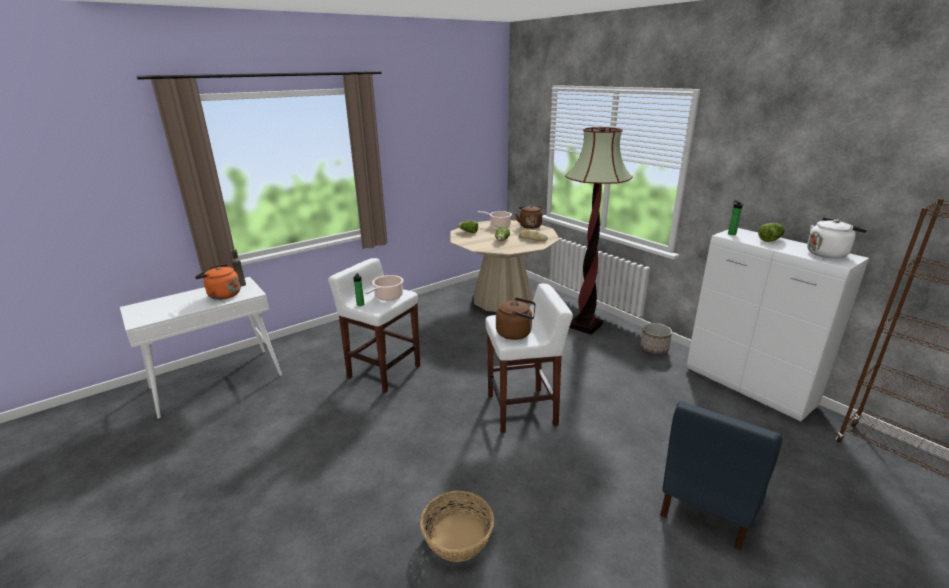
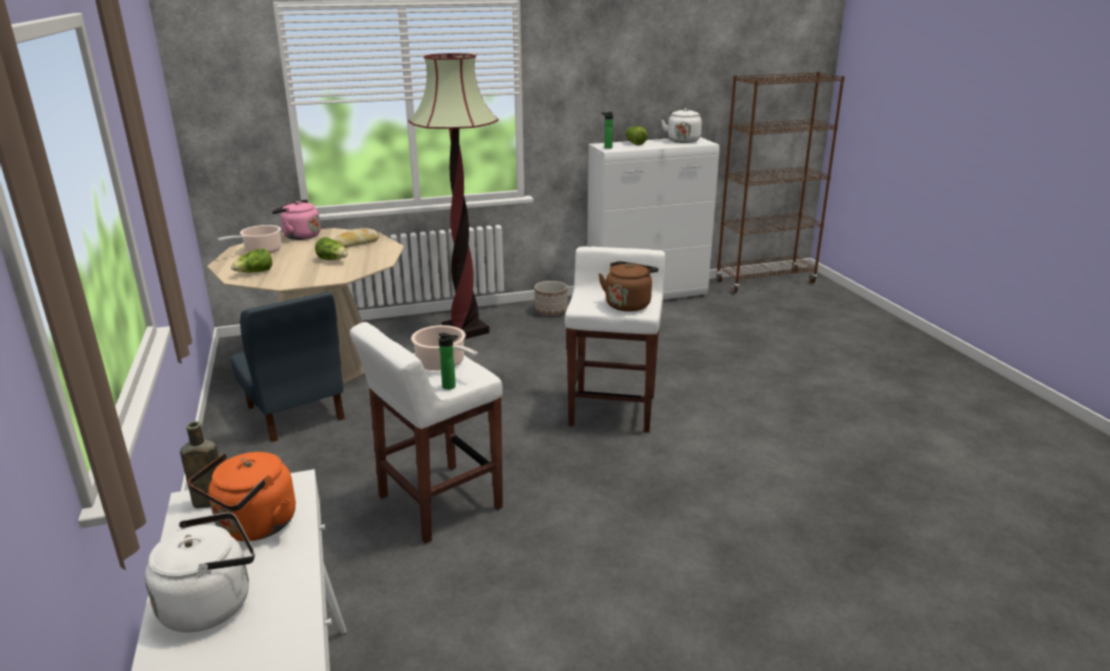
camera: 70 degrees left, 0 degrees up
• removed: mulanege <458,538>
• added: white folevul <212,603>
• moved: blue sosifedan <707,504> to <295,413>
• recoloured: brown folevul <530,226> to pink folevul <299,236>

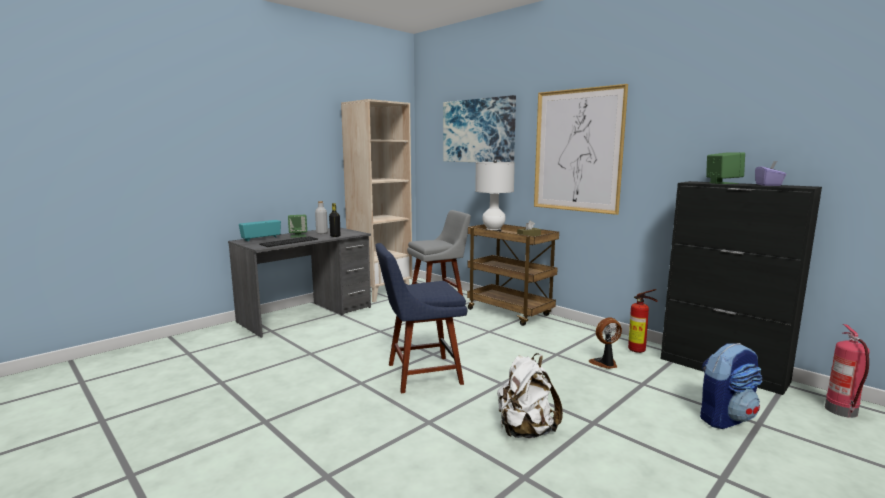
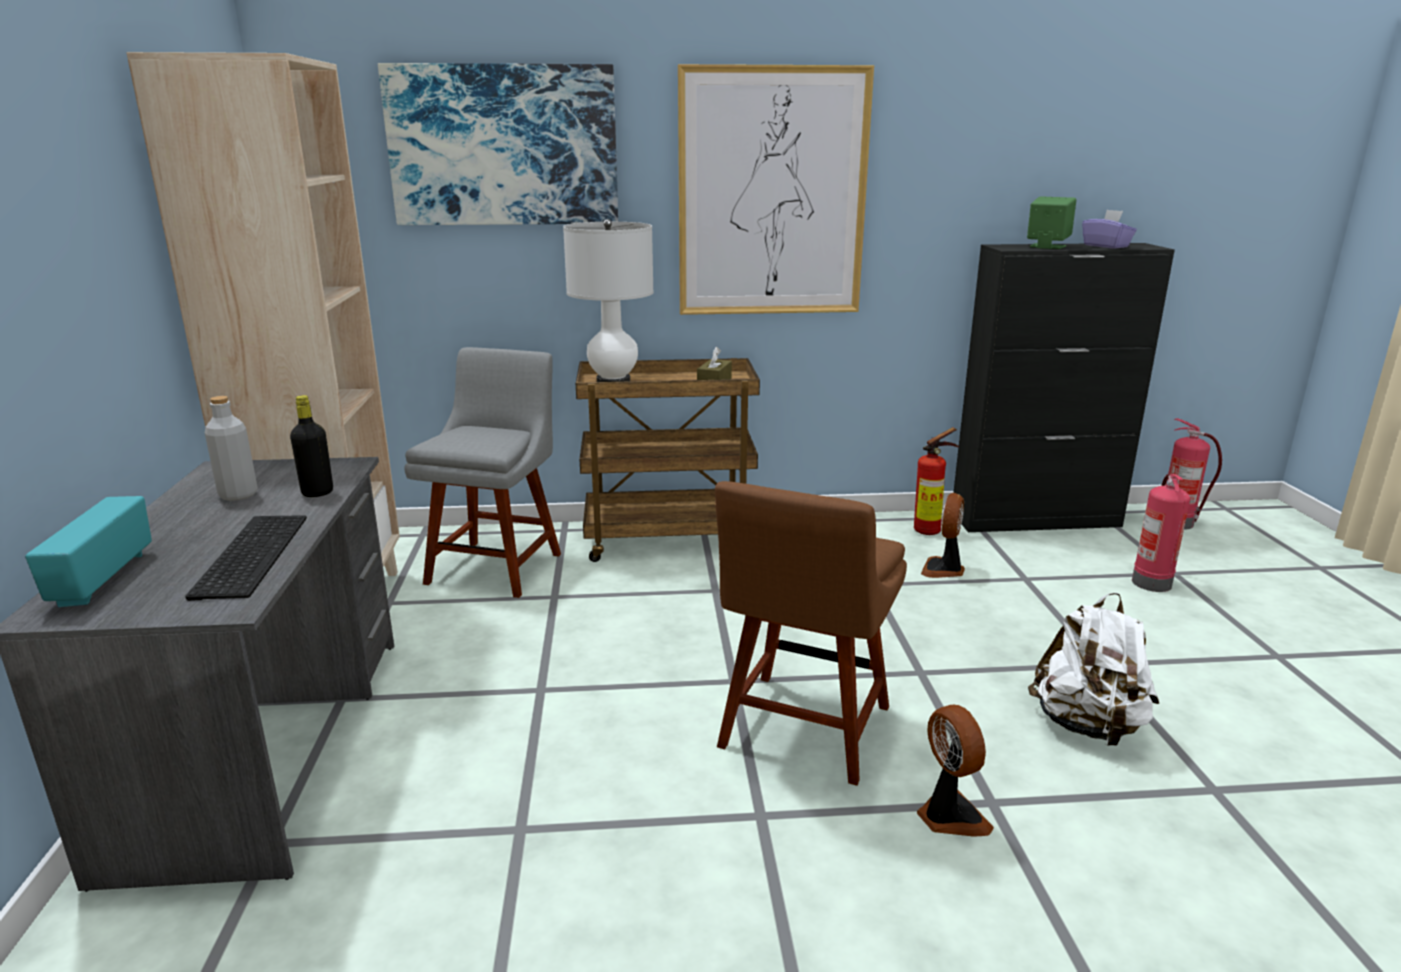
camera: 50 degrees left, 10 degrees up
• removed: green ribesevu <298,236>
• added: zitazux <949,816>
• replaced: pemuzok <725,418> to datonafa <1150,582>
• recoloured: blue sosifedan <420,374> to brown sosifedan <802,732>

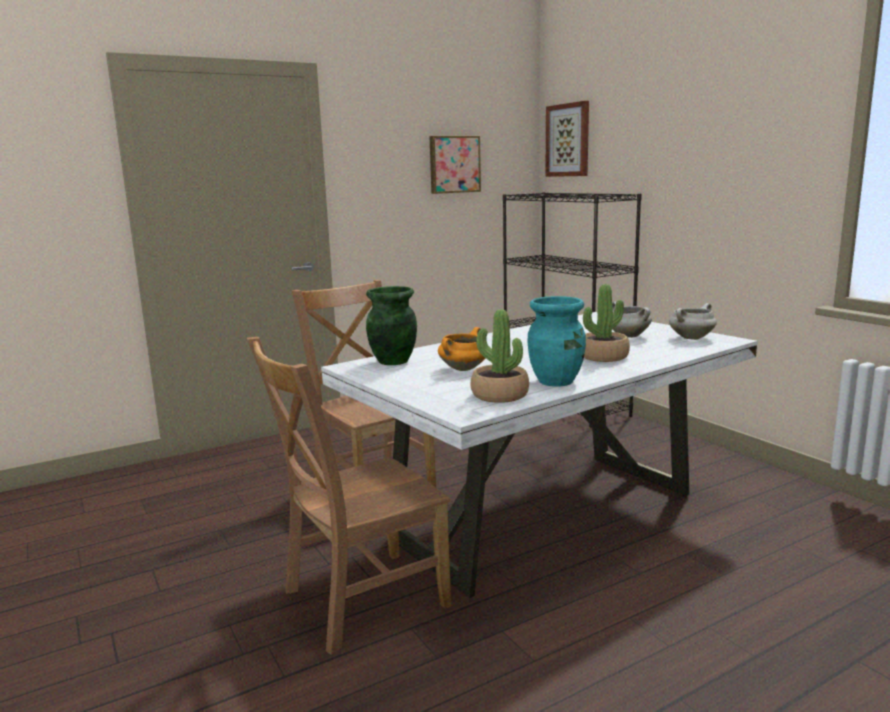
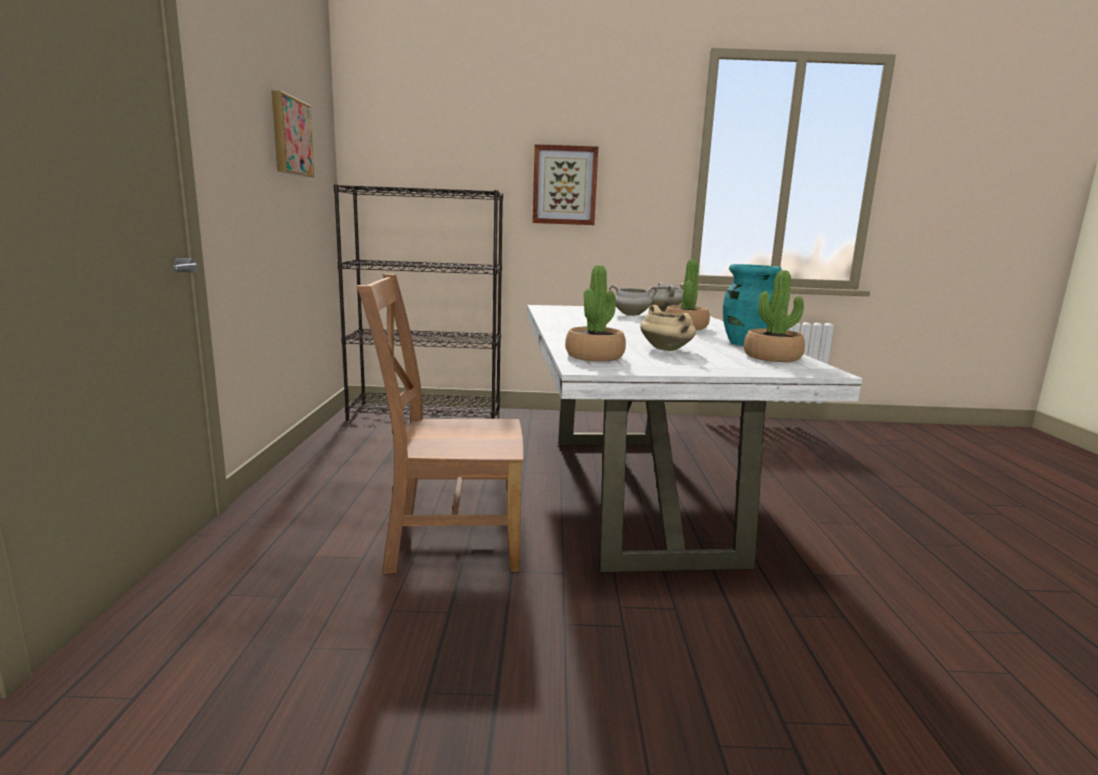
camera: 60 degrees left, 0 degrees up
• removed: brown sosifedan <359,600>
• moved: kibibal <568,140> to <564,185>
• replaced: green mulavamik <393,361> to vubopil <594,356>
• recoloured: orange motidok <463,369> to beige motidok <667,349>

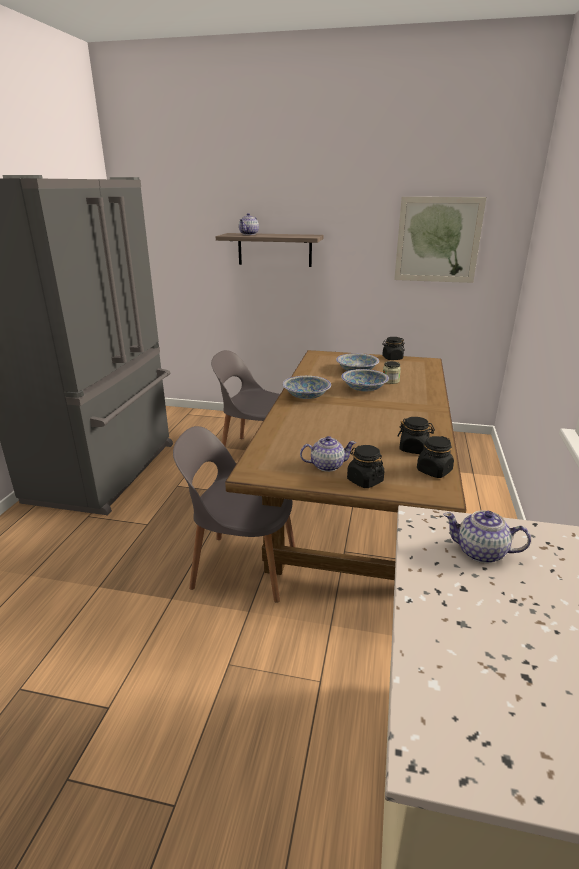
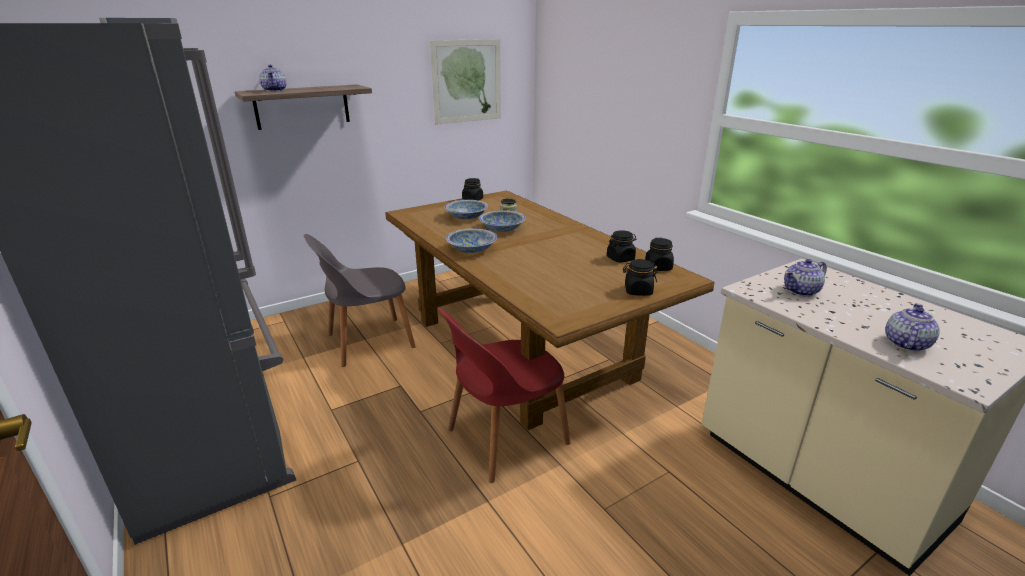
camera: 45 degrees left, 0 degrees up
• moved: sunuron <326,465> to <905,344>
• recoloured: grey sosifedan <241,567> to red sosifedan <504,438>

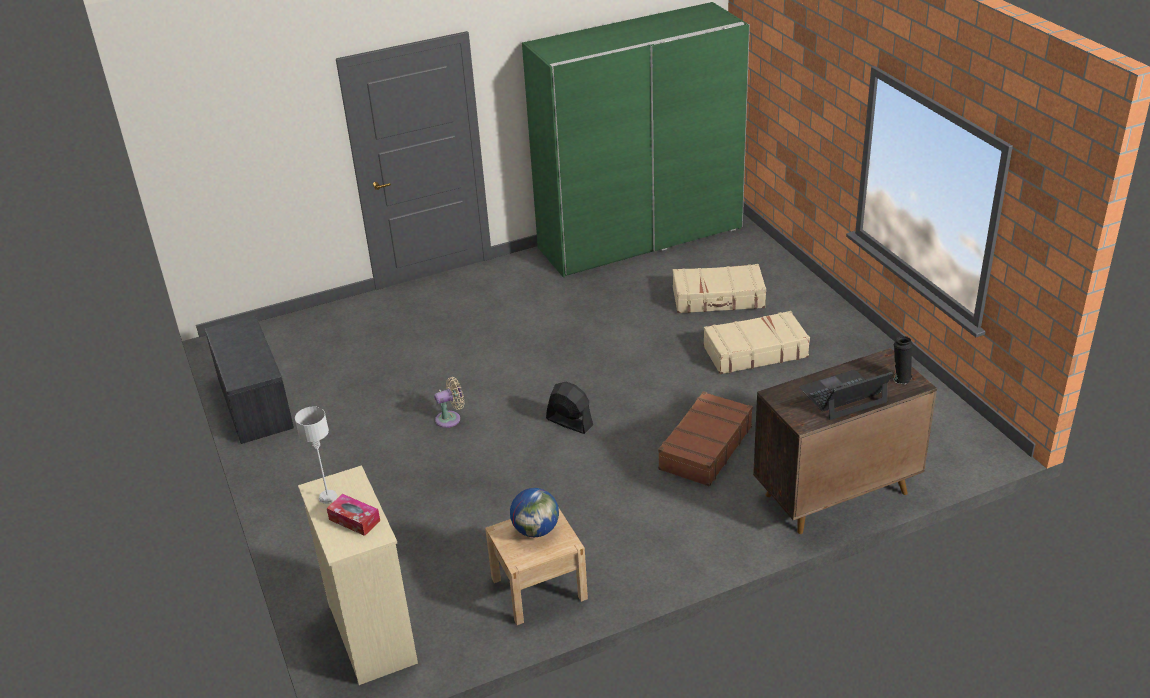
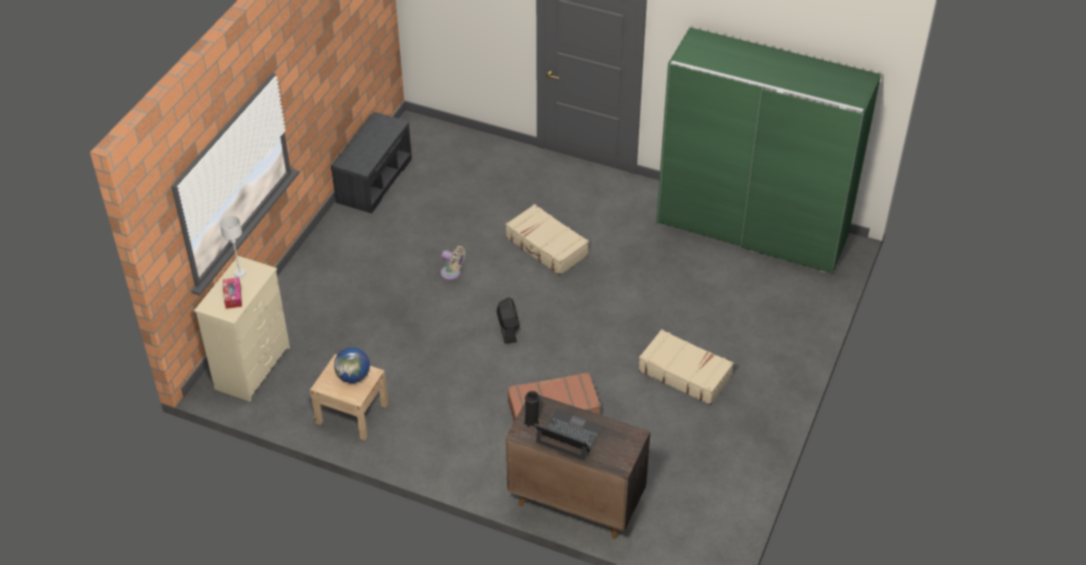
camera: 45 degrees right, 10 degrees up
• moved: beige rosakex <718,298> to <546,247>
• moved: black mulavamik <900,378> to <531,420>

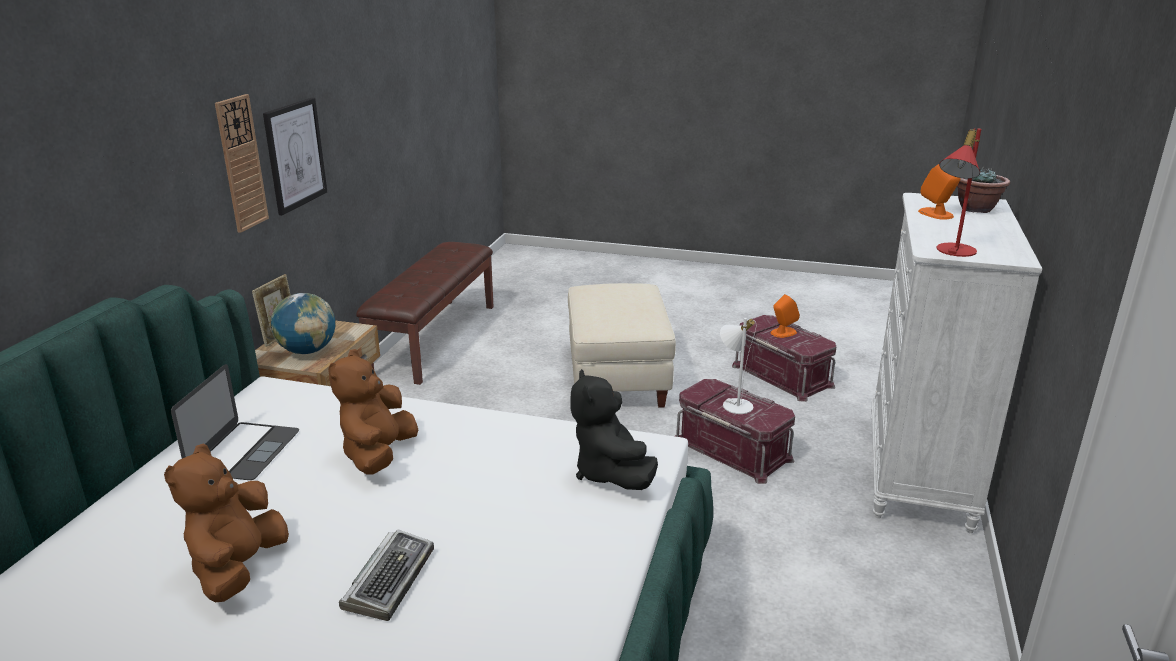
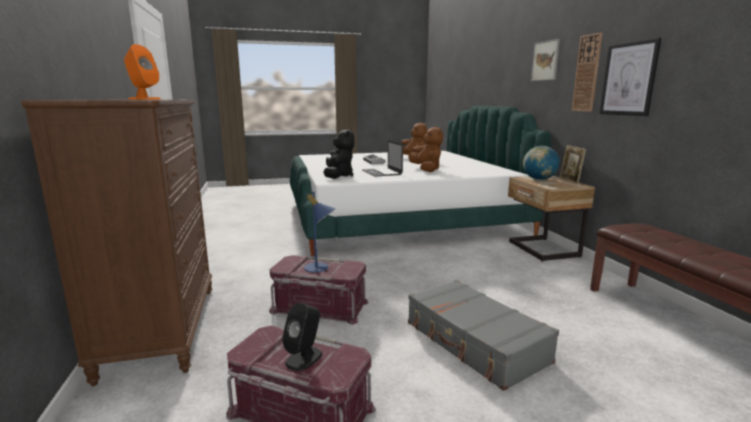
camera: 150 degrees right, 10 degrees down
• removed: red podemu <951,251>
• removed: vubopil <976,209>
• added: kibibal <545,61>
• moved: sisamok <244,451> to <381,172>
• replaced: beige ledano <616,377> to grey rosakex <474,342>
• recoloured: white podemu <734,403> to blue podemu <320,268>
• recoloured: orange ribesevu <783,332> to black ribesevu <304,358>
• recoloured: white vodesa <918,472> to brown vodesa <161,330>
• turned: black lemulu <610,473> = <338,176> 45 degrees clockwise

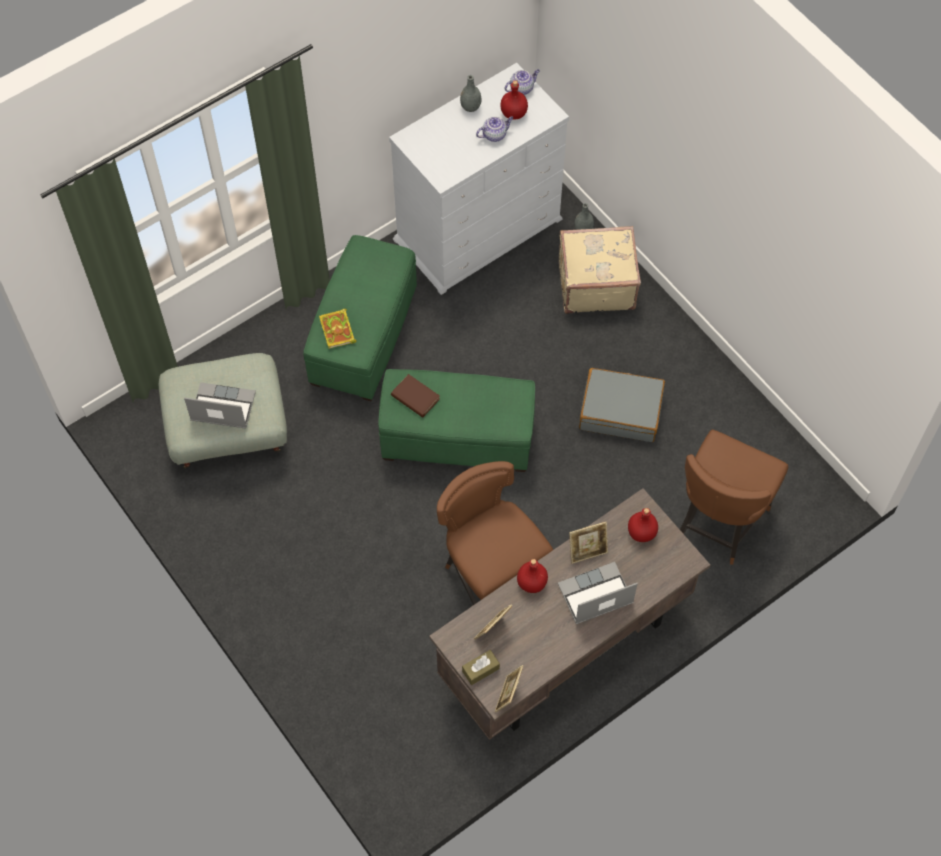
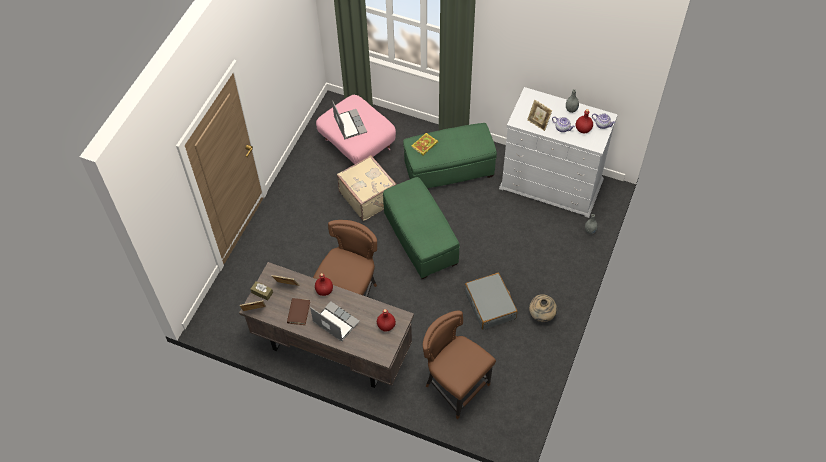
camera: 60 degrees right, 5 degrees down
• added: beige mulavamik <541,316>
• moved: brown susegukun <415,397> to <298,312>
• moved: beige rosakex <595,283> to <368,197>
• moved: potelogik <587,551> to <538,123>
• recoloured: grey ledano <228,431> to pink ledano <356,145>
• turned: brown sosifedan <718,522> = <455,386> 45 degrees clockwise

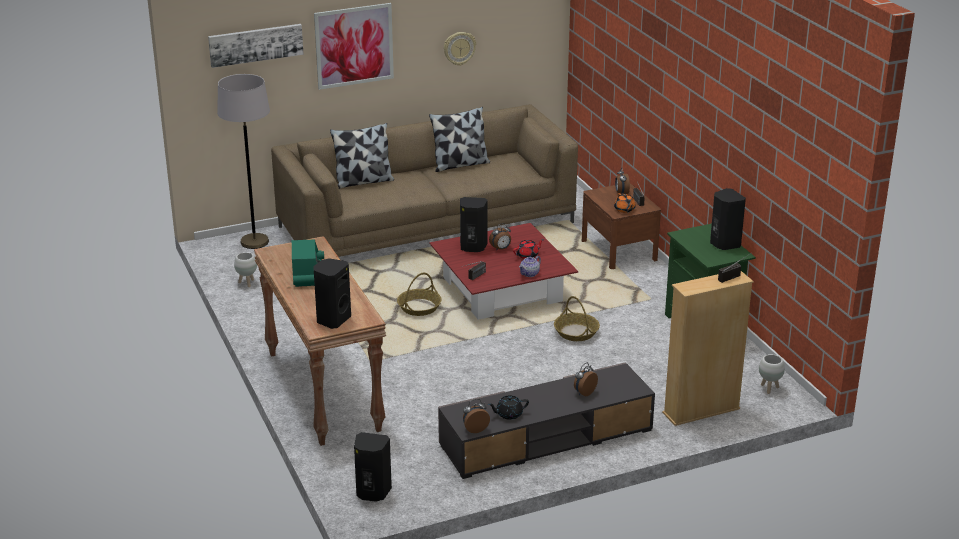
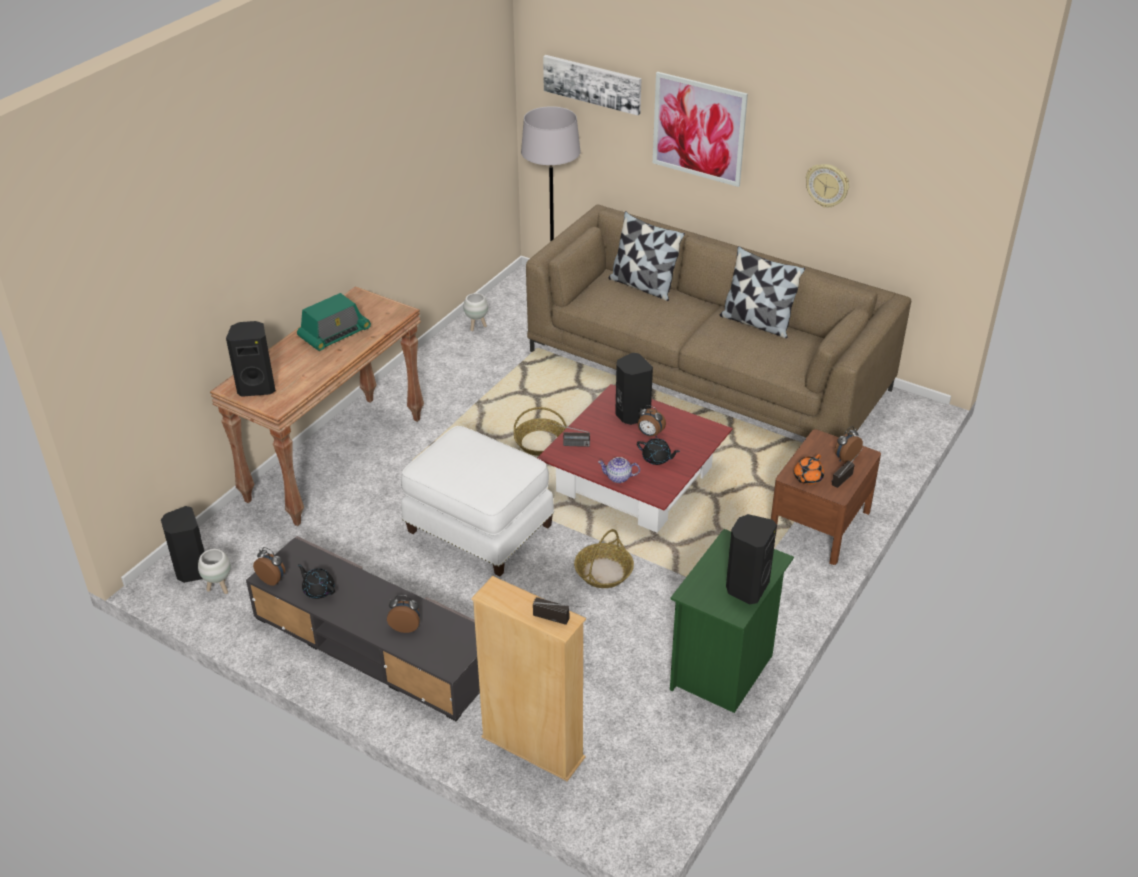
camera: 55 degrees right, 10 degrees up
• added: white ledano <478,530>
• moved: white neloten <769,389> to <219,588>
• recoloured: red sunuron <528,255> to black sunuron <657,459>

